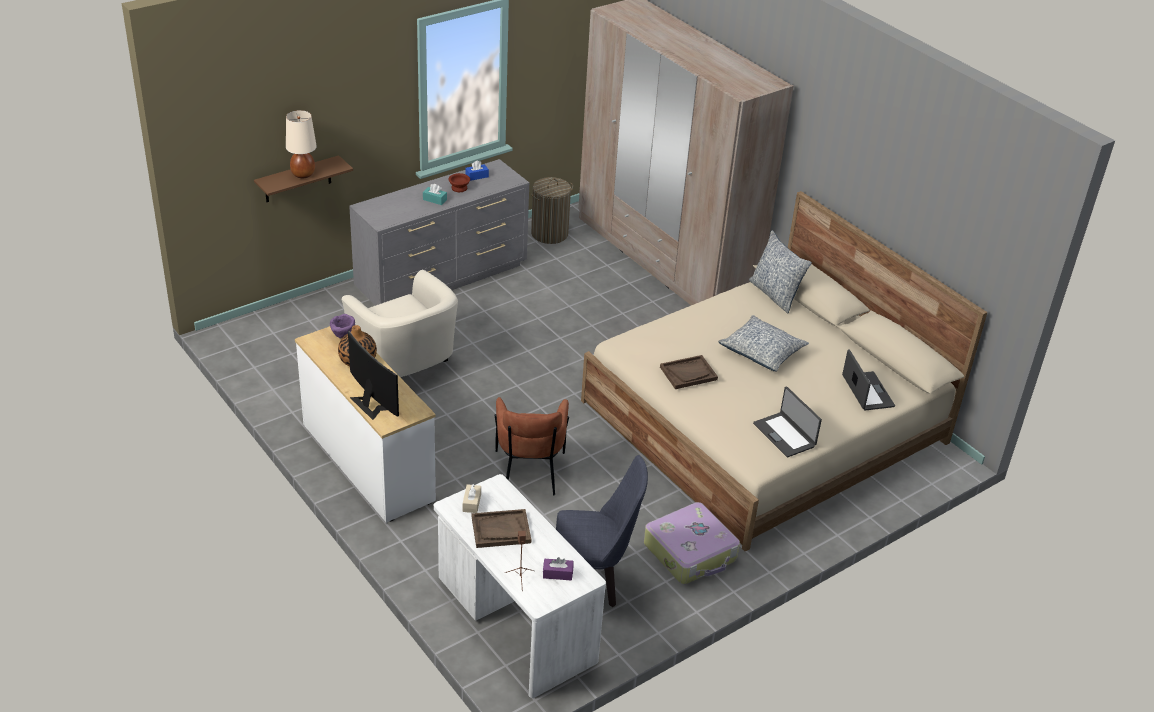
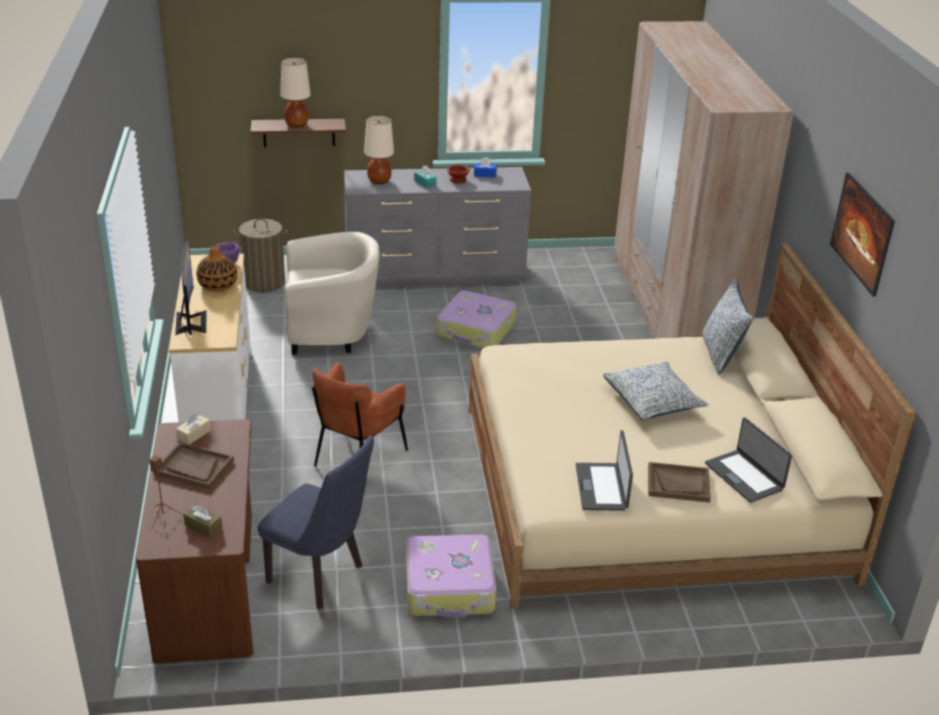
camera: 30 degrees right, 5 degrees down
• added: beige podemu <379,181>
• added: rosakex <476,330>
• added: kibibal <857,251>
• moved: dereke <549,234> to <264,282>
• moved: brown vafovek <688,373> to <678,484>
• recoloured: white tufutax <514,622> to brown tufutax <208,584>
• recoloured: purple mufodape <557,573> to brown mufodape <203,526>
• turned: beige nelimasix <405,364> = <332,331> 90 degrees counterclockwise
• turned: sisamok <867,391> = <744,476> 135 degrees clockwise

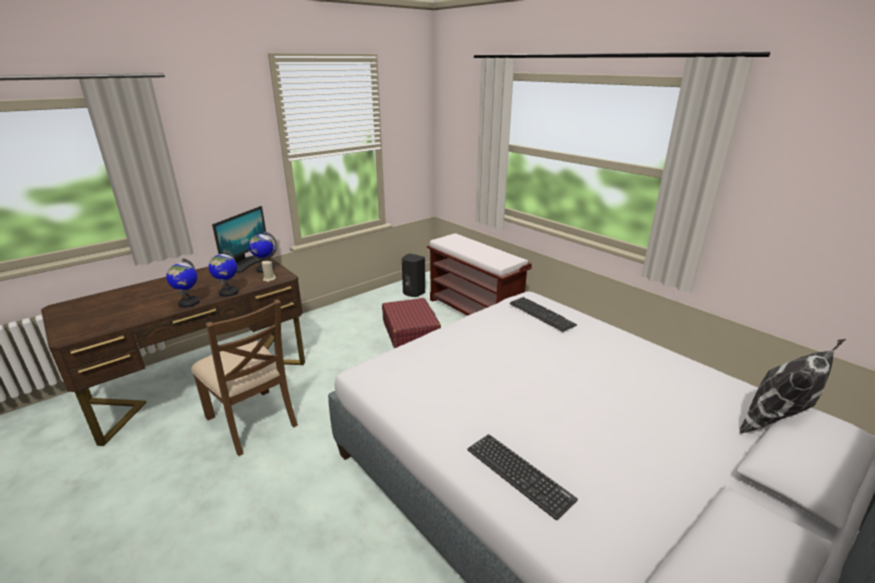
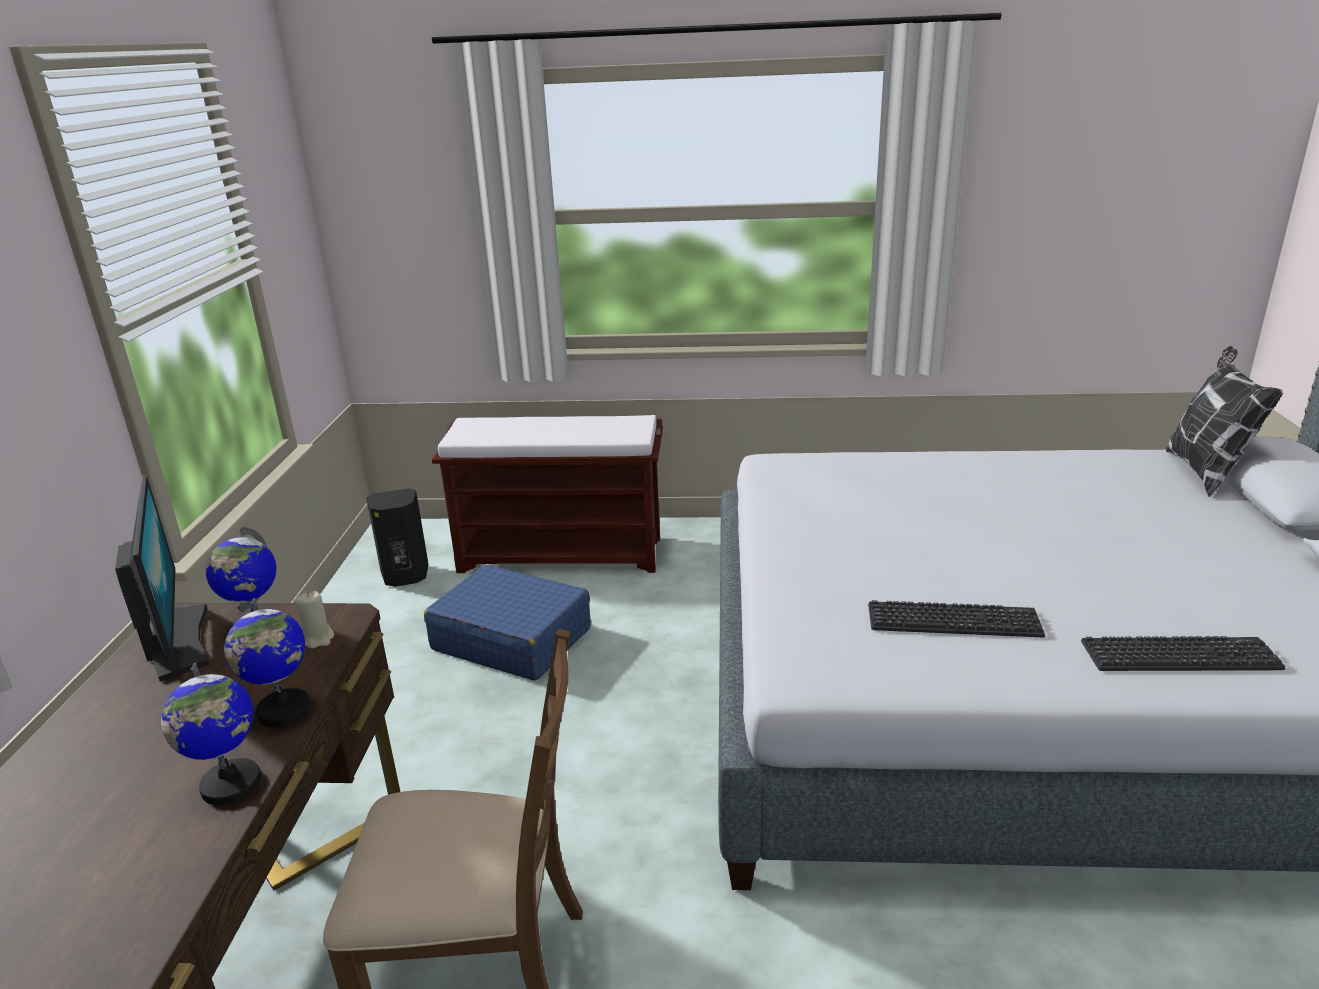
camera: 45 degrees left, 0 degrees up
• moved: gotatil <541,314> to <953,621>
• recoloured: red rosakex <410,331> to blue rosakex <511,639>

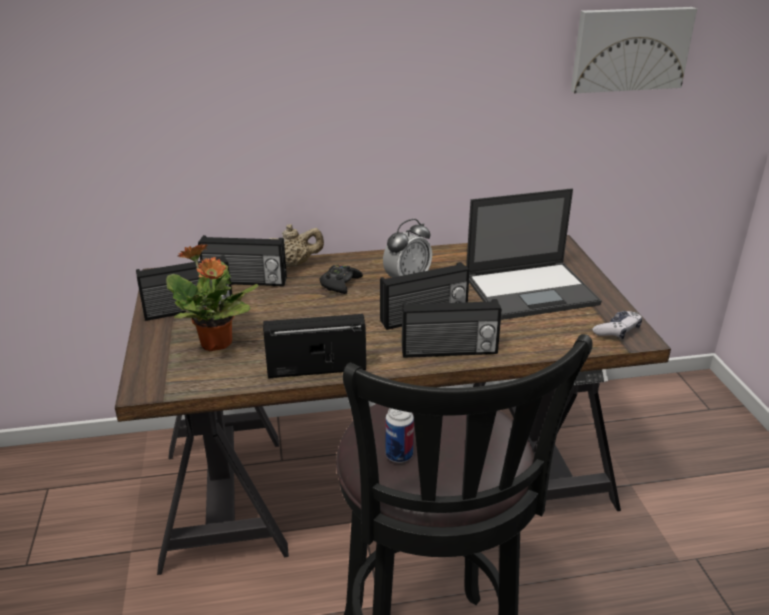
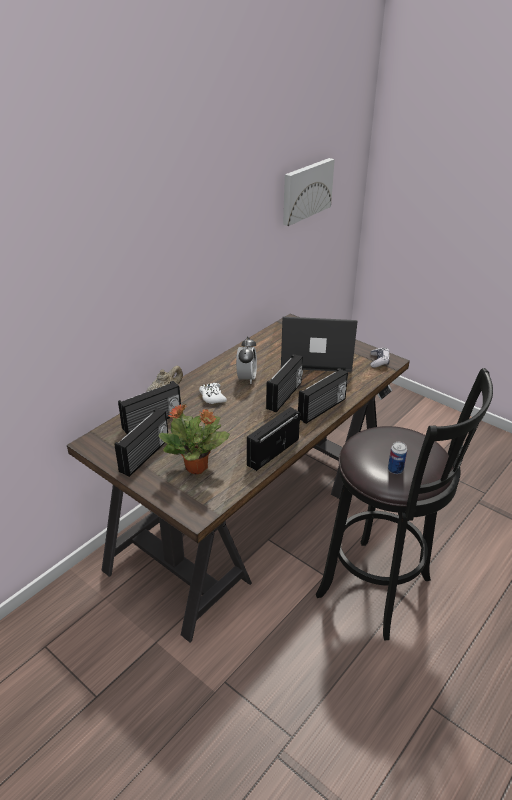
camera: 40 degrees left, 5 degrees up
• recoloured: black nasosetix <340,284> to white nasosetix <212,397>
• turned: sisamok <532,290> = <315,355> 120 degrees counterclockwise

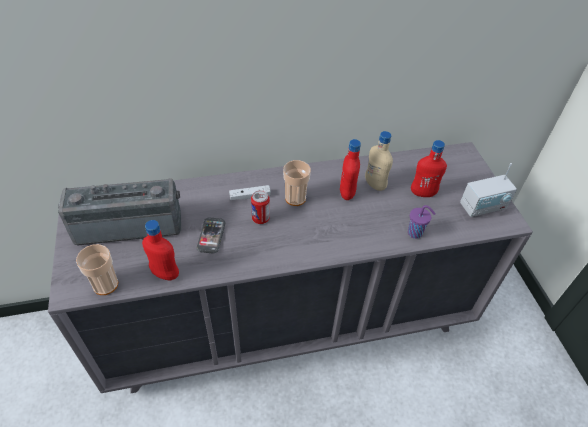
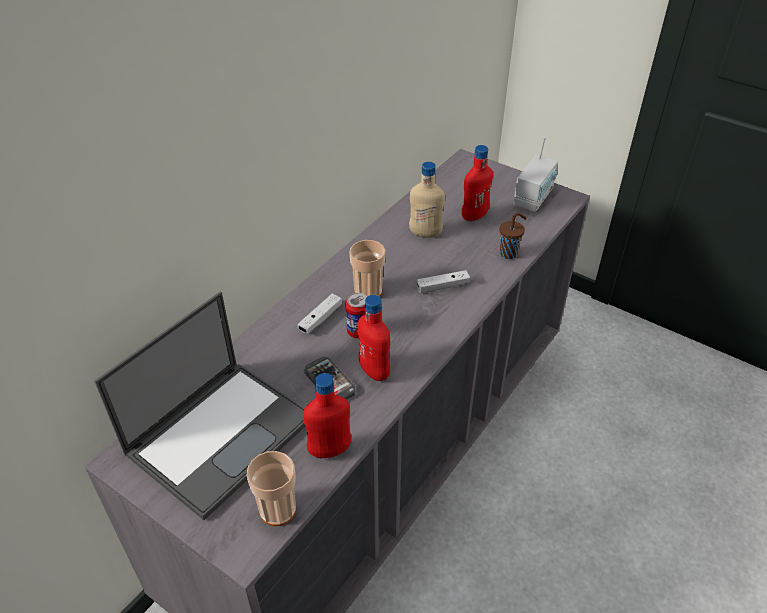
camera: 40 degrees left, 5 degrees down
• added: white nasosetix <443,286>
• moved: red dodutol <347,193> to <374,371>
• replaced: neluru <129,224> to sisamok <221,434>
• recoloured: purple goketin <415,233> to brown goketin <509,253>

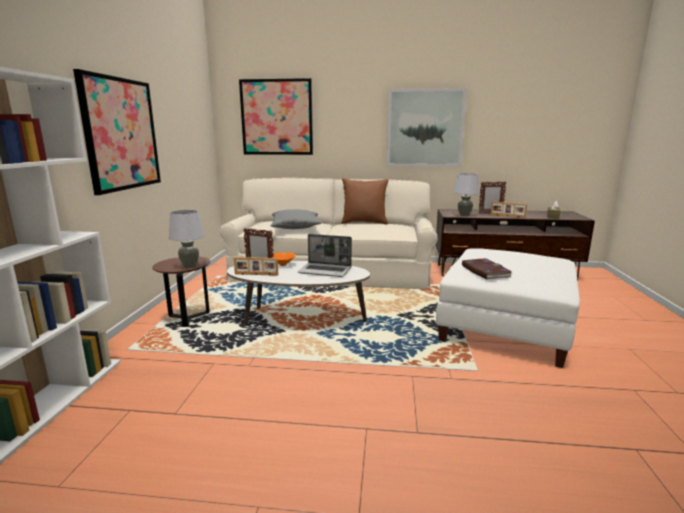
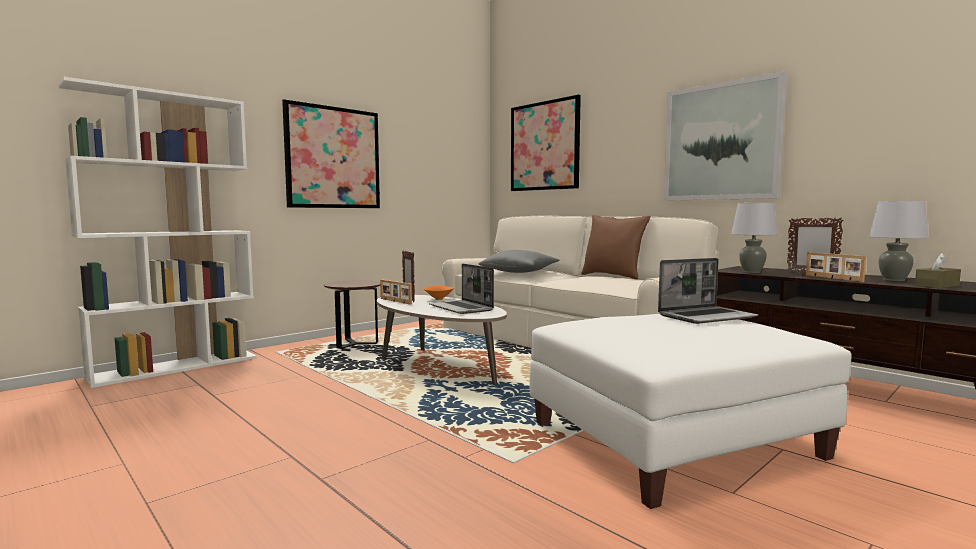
camera: 40 degrees right, 10 degrees down
• removed: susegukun <485,271>
• added: sisamok <706,316>
• moved: grey podemu <190,266> to <894,280>

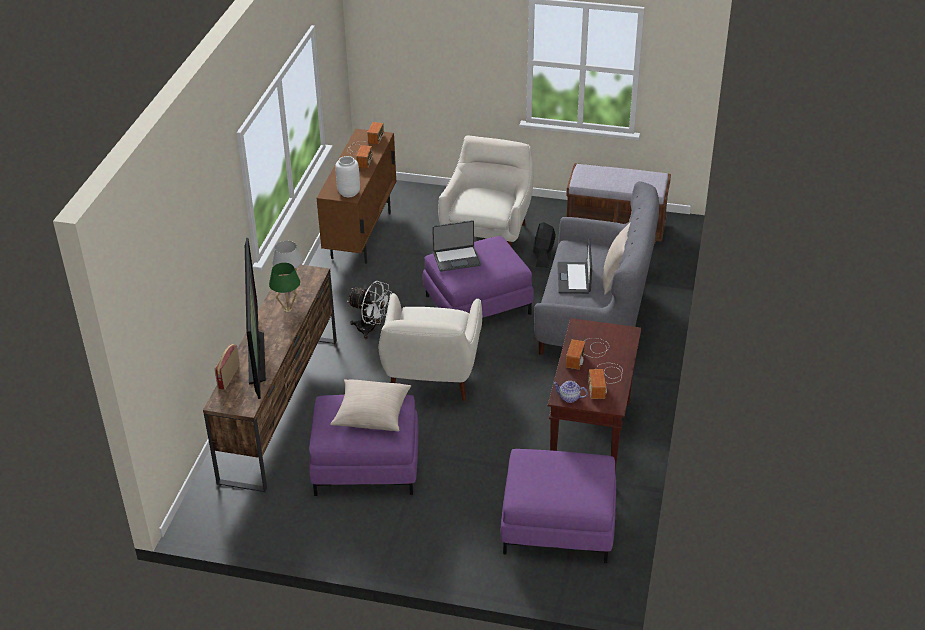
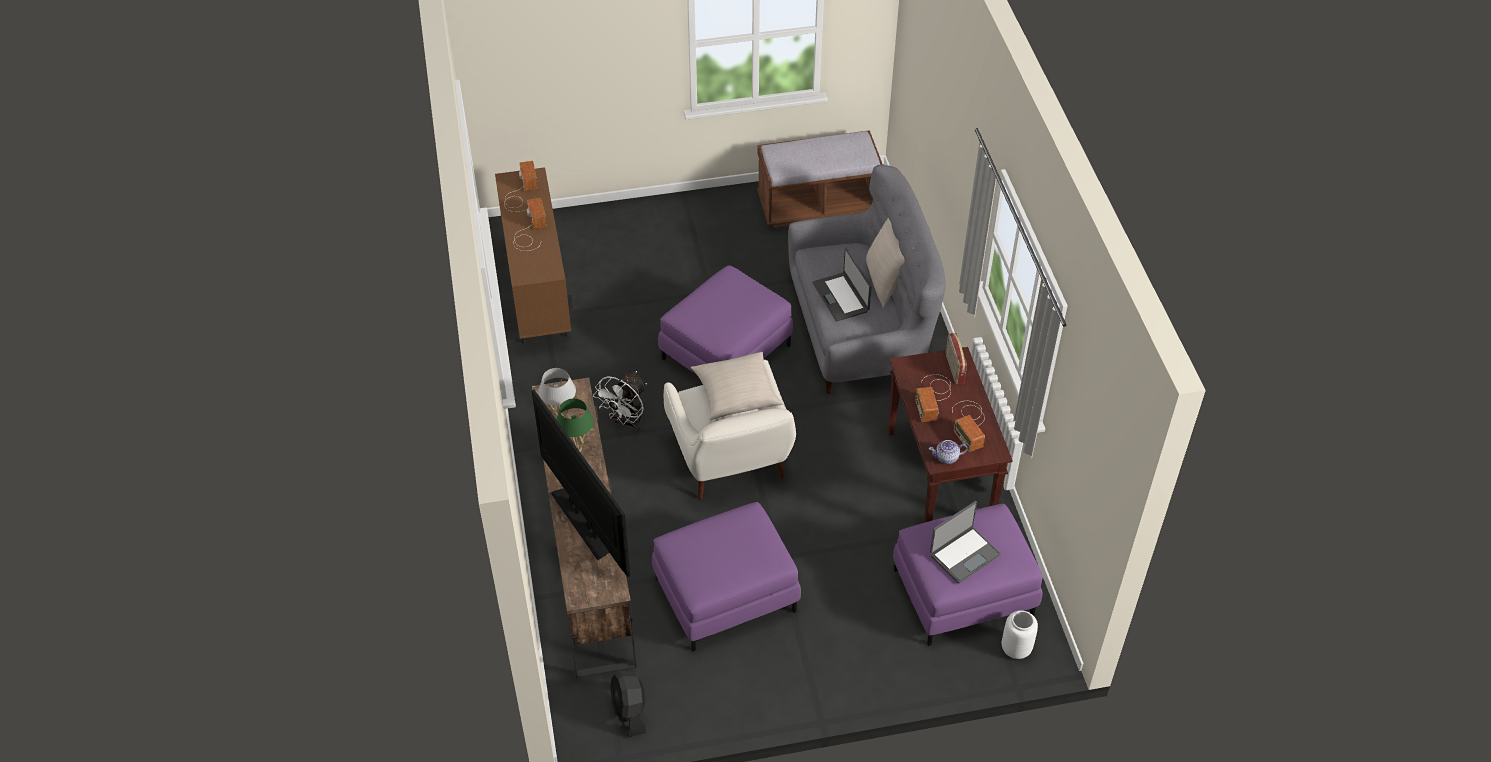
camera: 25 degrees left, 10 degrees up
• removed: white nelimasix <487,234>
• moved: neluru <228,377> to <954,368>
• moved: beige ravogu <372,414> to <736,394>
• moved: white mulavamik <349,192> to <1016,648>
• moved: sisamok <456,259> to <964,554>
• moved: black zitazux <543,256> to <629,712>
• turned: white zitazux <370,329> = <626,422> 120 degrees clockwise

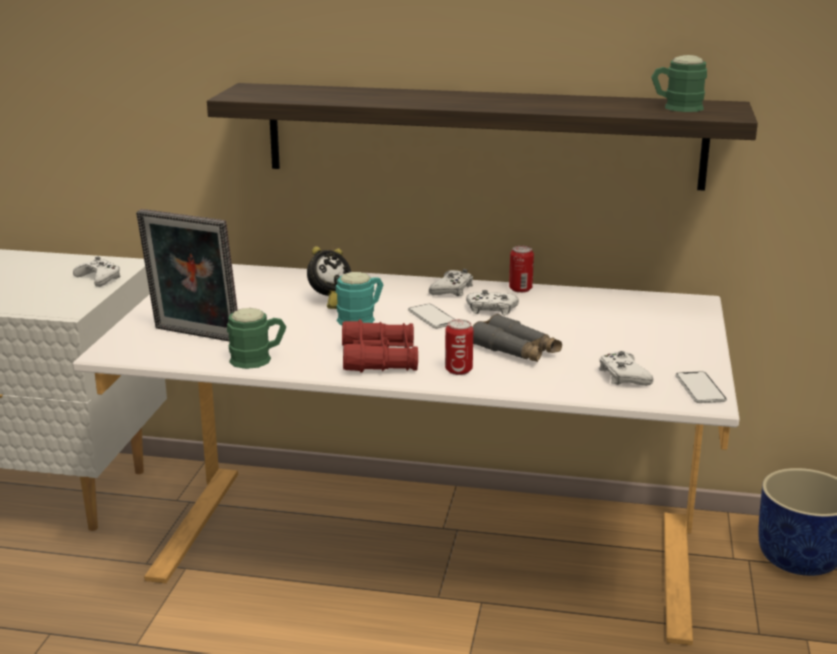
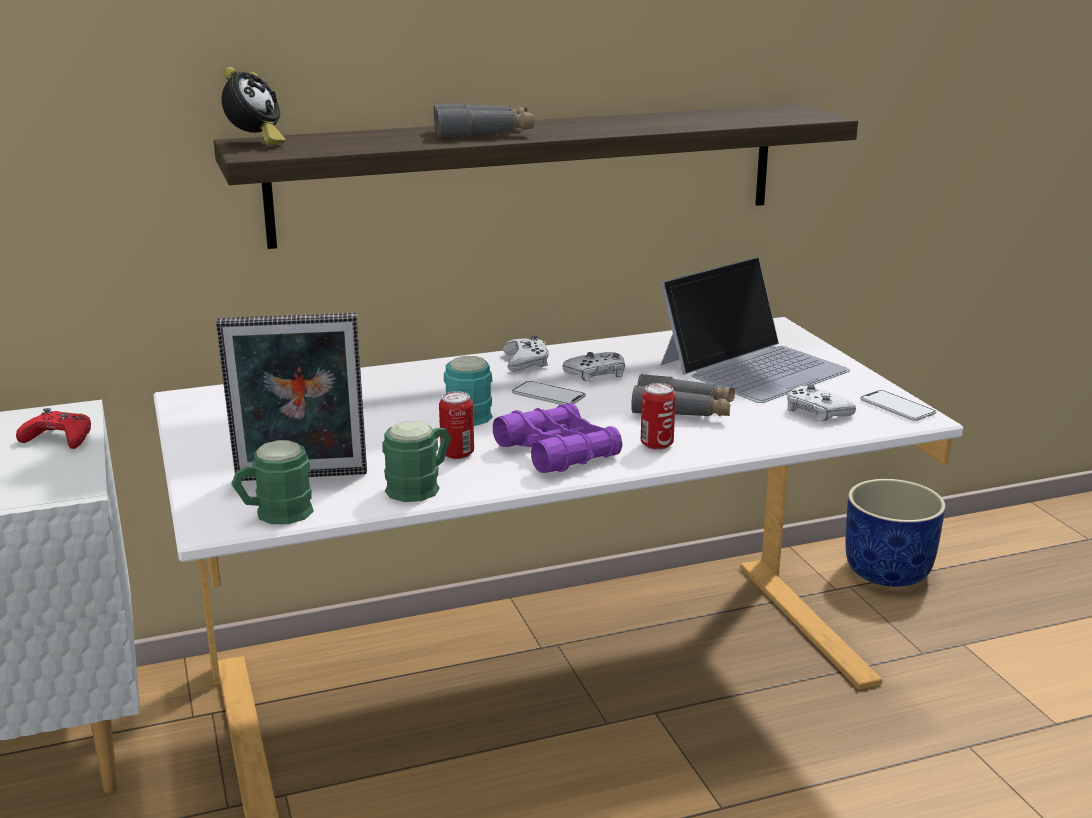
camera: 30 degrees left, 0 degrees up
• added: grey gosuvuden <484,133>
• added: sisamok <753,366>
• moved: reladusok <329,302> to <255,142>
• moved: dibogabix <520,289> to <457,453>
• moved: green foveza <676,108> to <274,514>
• recoloured: white nasosetix <99,278> to red nasosetix <59,438>
• recoloured: red gosuvuden <380,358> to purple gosuvuden <557,452>

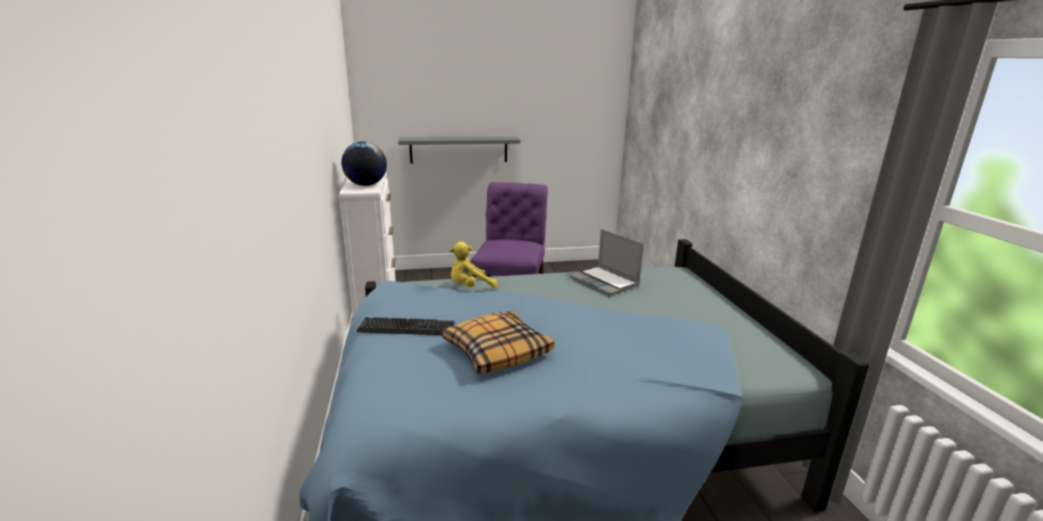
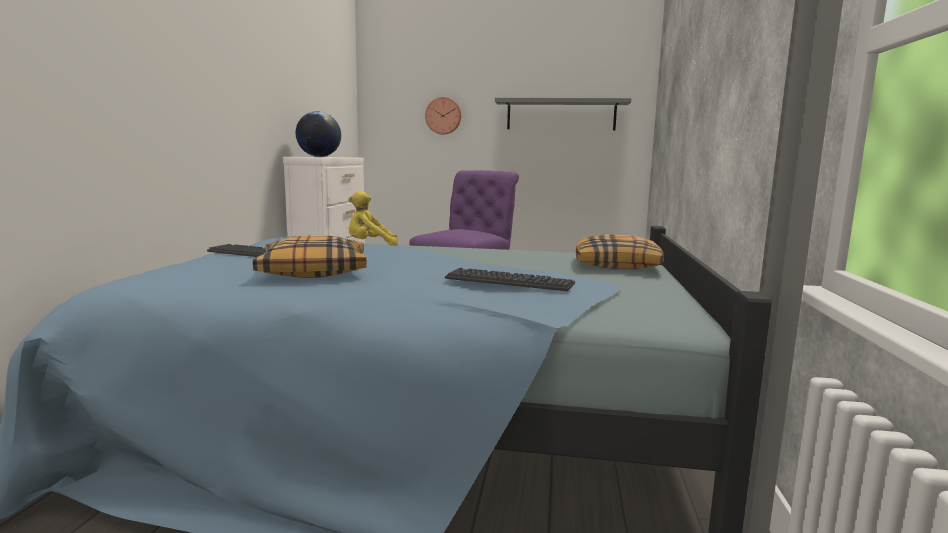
camera: 20 degrees right, 10 degrees down
• removed: sisamok <605,282>
• added: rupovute <443,116>
• added: gotatil <509,281>
• added: ravogu <617,265>
• moved: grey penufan <459,149> to <561,115>

